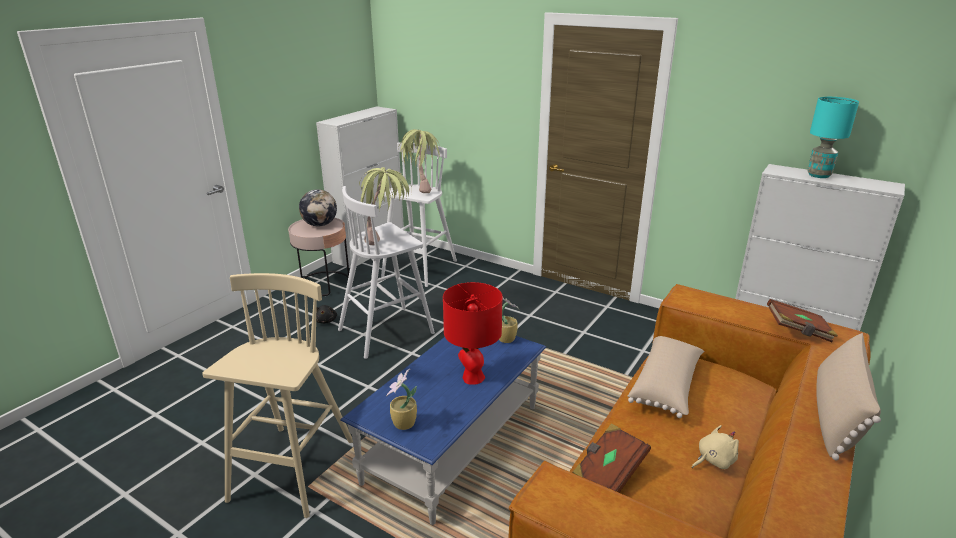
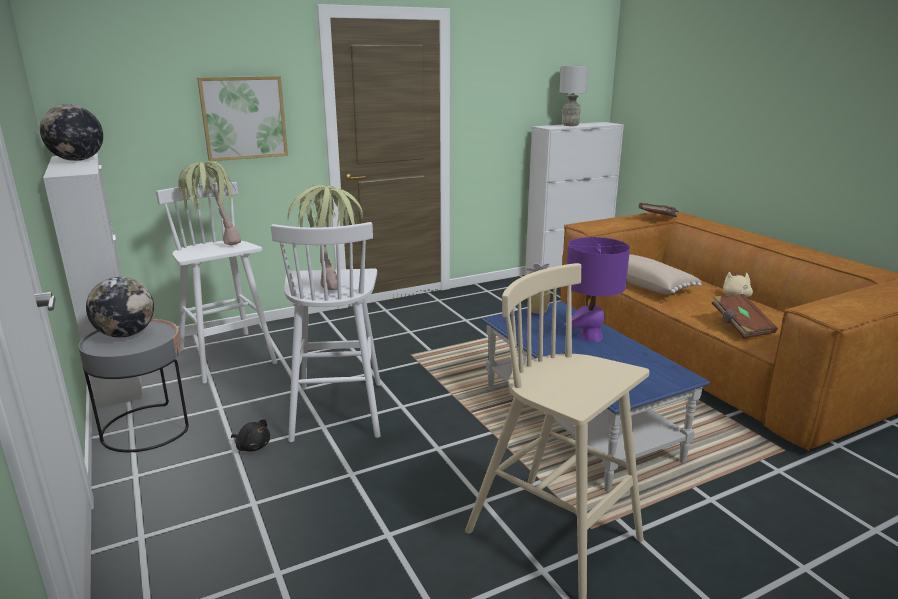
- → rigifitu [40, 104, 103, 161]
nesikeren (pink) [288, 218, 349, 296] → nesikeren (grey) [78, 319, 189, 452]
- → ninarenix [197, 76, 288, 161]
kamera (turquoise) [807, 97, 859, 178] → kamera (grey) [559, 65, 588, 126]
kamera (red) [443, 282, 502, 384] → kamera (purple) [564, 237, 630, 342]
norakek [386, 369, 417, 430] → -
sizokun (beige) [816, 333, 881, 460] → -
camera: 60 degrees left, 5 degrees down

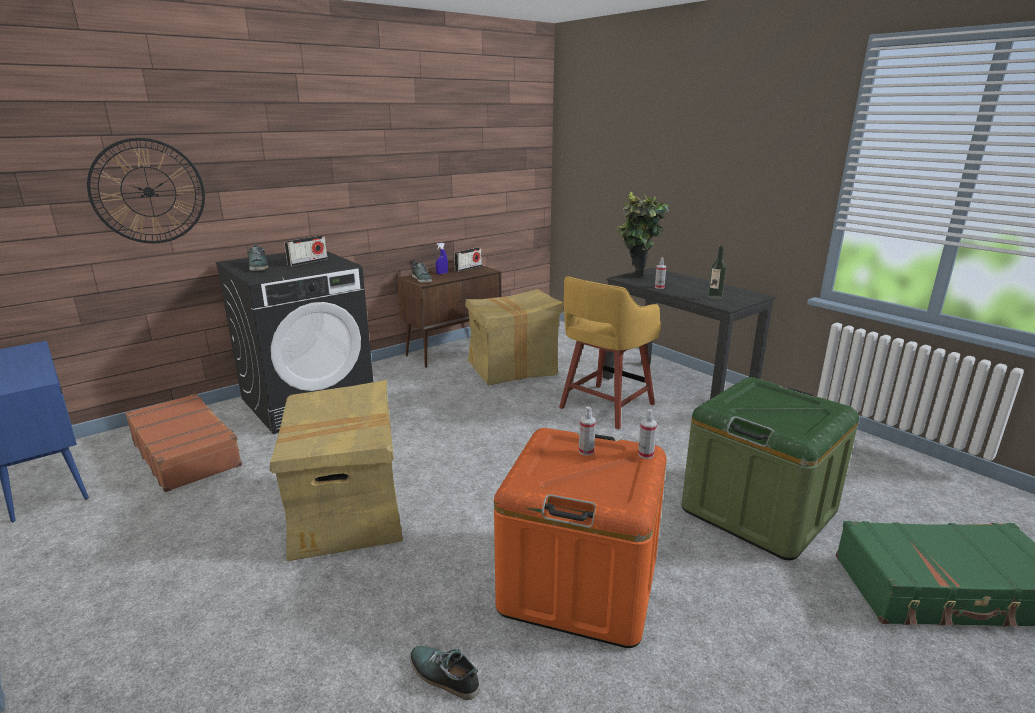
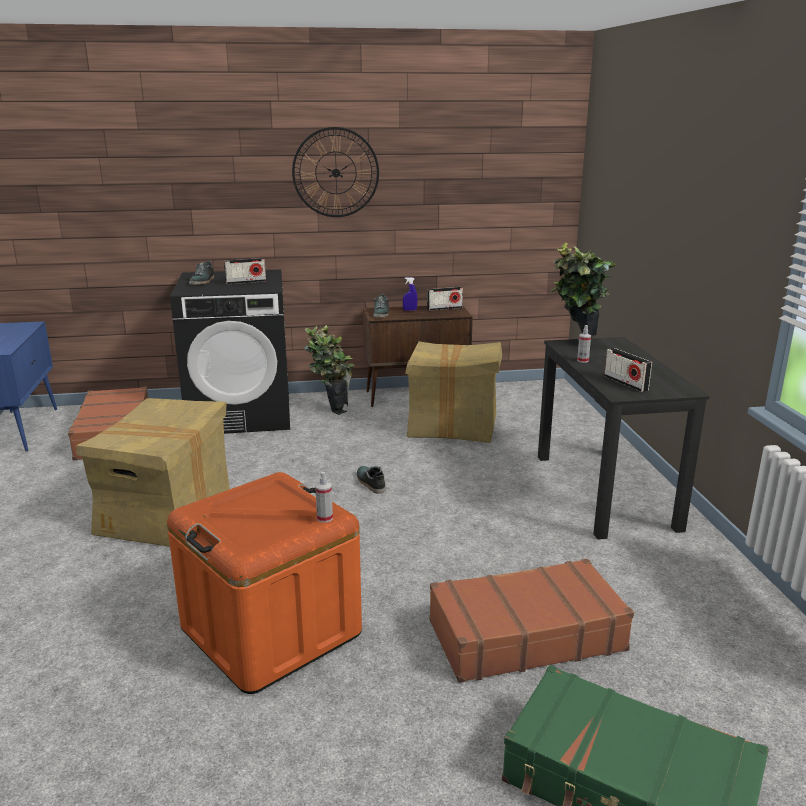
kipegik [87, 138, 205, 243] → kipegik [292, 127, 379, 217], shifted
- → norakek [304, 325, 354, 415]
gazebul [410, 646, 480, 700] → gazebul [357, 466, 385, 494], shifted
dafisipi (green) [682, 377, 859, 561] → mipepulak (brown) [429, 559, 634, 683]
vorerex [708, 246, 726, 300] → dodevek [604, 348, 652, 392]
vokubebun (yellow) [559, 276, 661, 429] → -
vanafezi [579, 407, 596, 456] → -
camera: 30 degrees right, 0 degrees up

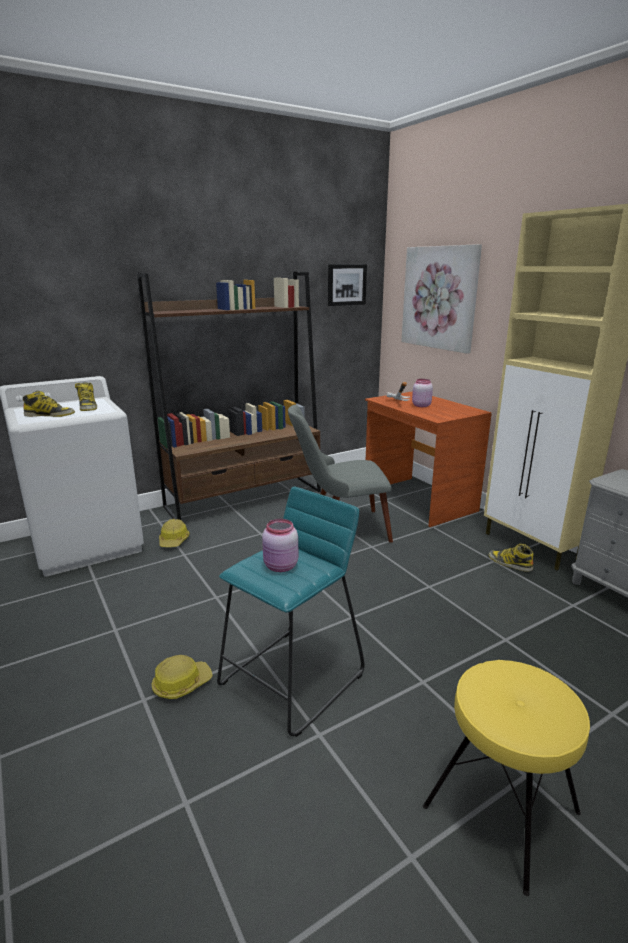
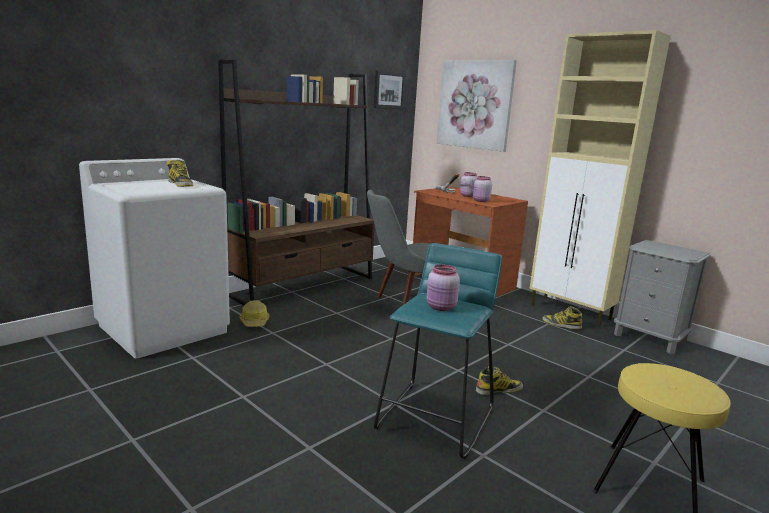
- → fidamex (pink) [473, 176, 492, 202]
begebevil [23, 391, 75, 417] → begebevil [476, 366, 523, 395], shifted
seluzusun [152, 655, 213, 699] → -
camera: 15 degrees left, 5 degrees down

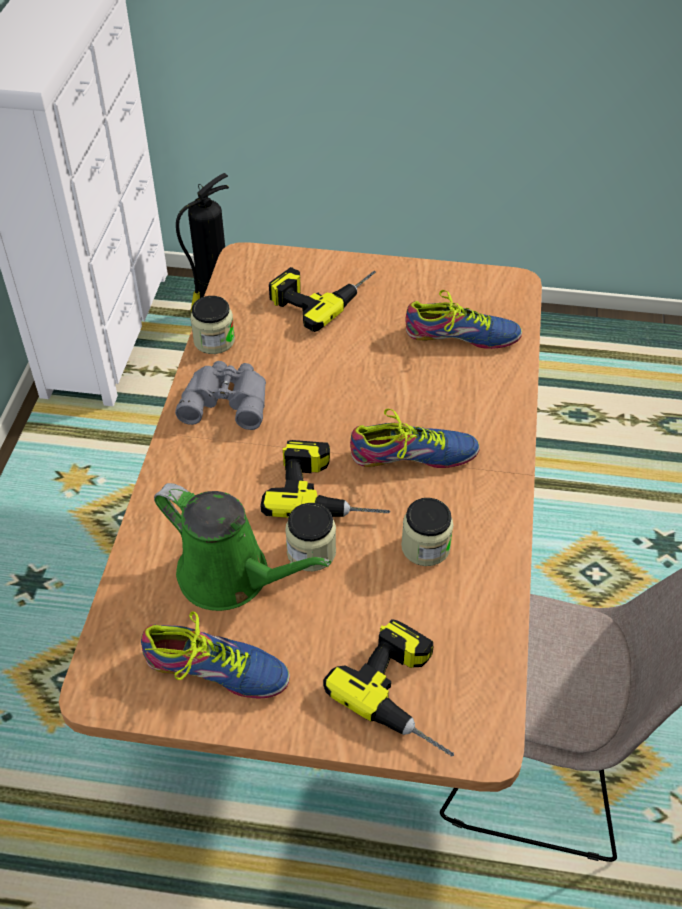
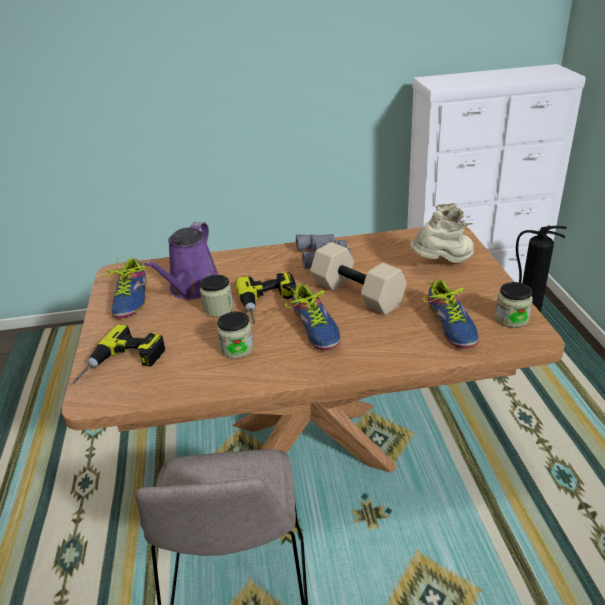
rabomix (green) [154, 483, 331, 611] → rabomix (purple) [144, 222, 219, 299]
- → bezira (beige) [310, 242, 407, 315]
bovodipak [269, 267, 376, 332] → begebevil (beige) [410, 203, 474, 263]
fidamex [190, 296, 235, 354] → fidamex [495, 282, 533, 328], shifted
camera: 75 degrees right, 15 degrees down

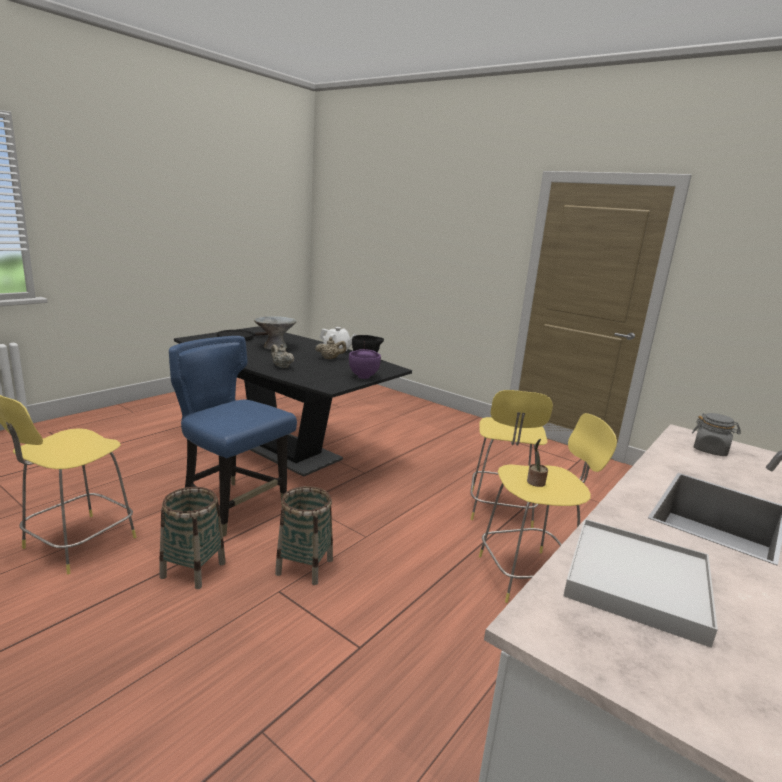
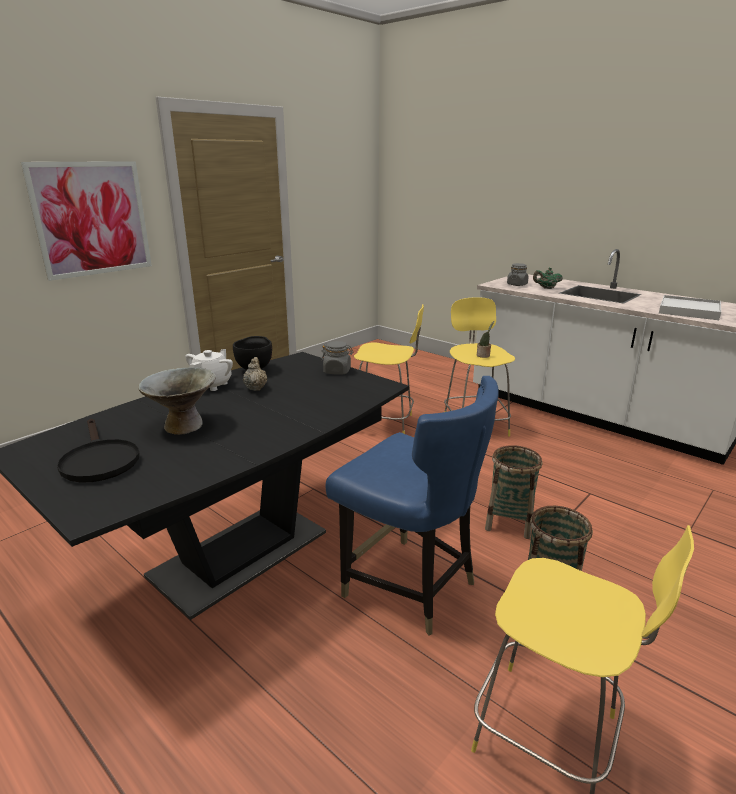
- → ninarenix [21, 161, 152, 281]
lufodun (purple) [349, 349, 381, 379] → fidamex (grey) [321, 341, 353, 375]
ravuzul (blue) [169, 336, 297, 537] → ravuzul (blue) [325, 376, 499, 635], 90 degrees counterclockwise
- → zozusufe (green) [533, 268, 563, 289]
zozusufe (beige) [271, 344, 294, 368] → -
camera: 85 degrees left, 5 degrees up

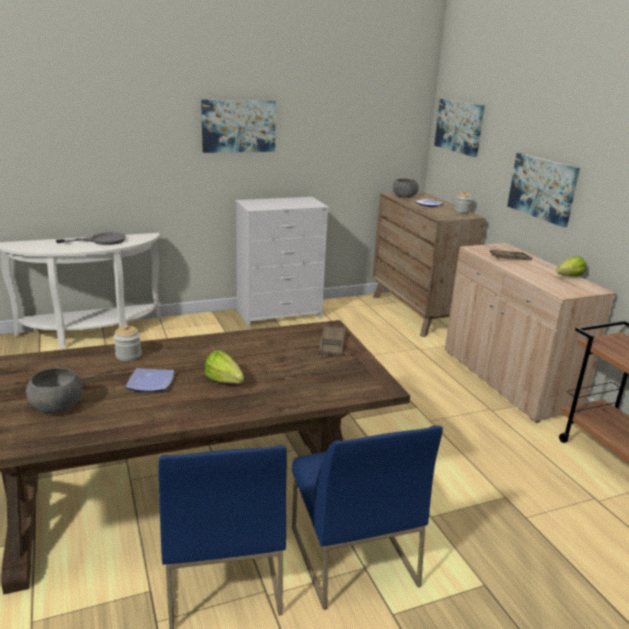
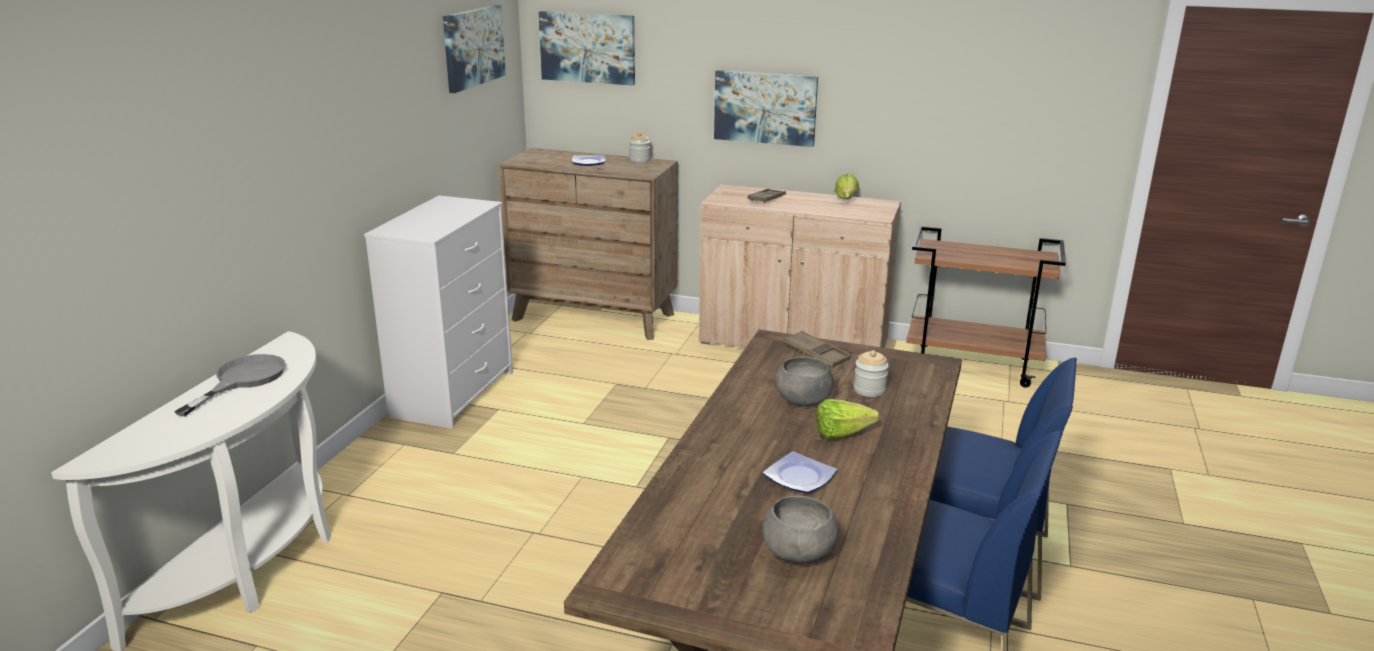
ninarenix [201, 99, 276, 153] → ninarenix [443, 5, 506, 93], shifted
lufodun (grey) [393, 179, 419, 198] → lufodun (grey) [775, 356, 834, 406], shifted
fidamex [114, 325, 142, 361] → fidamex [854, 350, 889, 397], shifted
camera: 50 degrees left, 0 degrees up

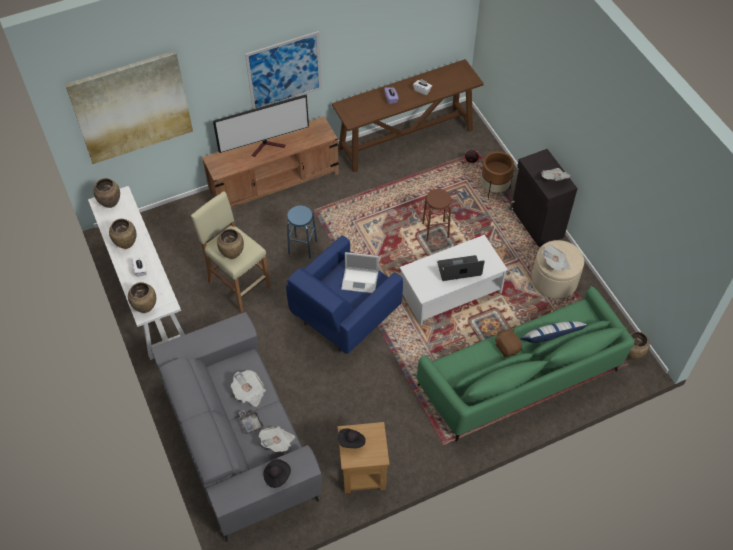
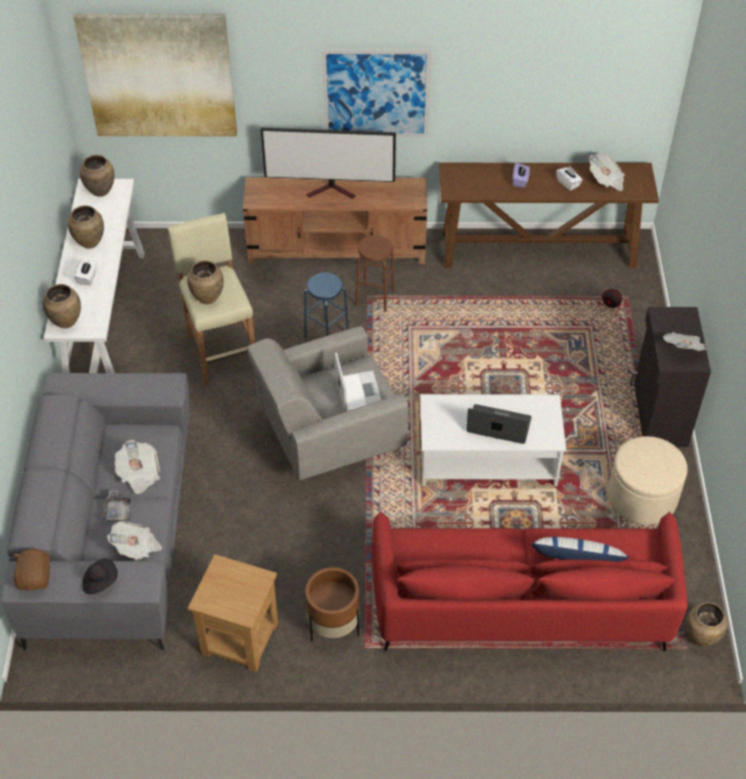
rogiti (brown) [495, 328, 522, 357] → rogiti (brown) [13, 548, 50, 591], shifted
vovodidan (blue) [286, 235, 403, 354] → vovodidan (grey) [247, 326, 408, 481]
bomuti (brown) [481, 151, 514, 199] → bomuti (brown) [305, 567, 360, 641], shifted
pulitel [341, 252, 379, 293] → pulitel [335, 352, 381, 412], 135 degrees counterclockwise
vokubebun (brown) [422, 189, 451, 241] → vokubebun (brown) [356, 235, 395, 312], shifted
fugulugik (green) [417, 286, 635, 441] → fugulugik (red) [372, 511, 688, 651]
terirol [542, 245, 571, 271] → terirol [589, 153, 625, 191], shifted
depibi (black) [338, 428, 366, 448] → -
camera: 25 degrees right, 5 degrees down

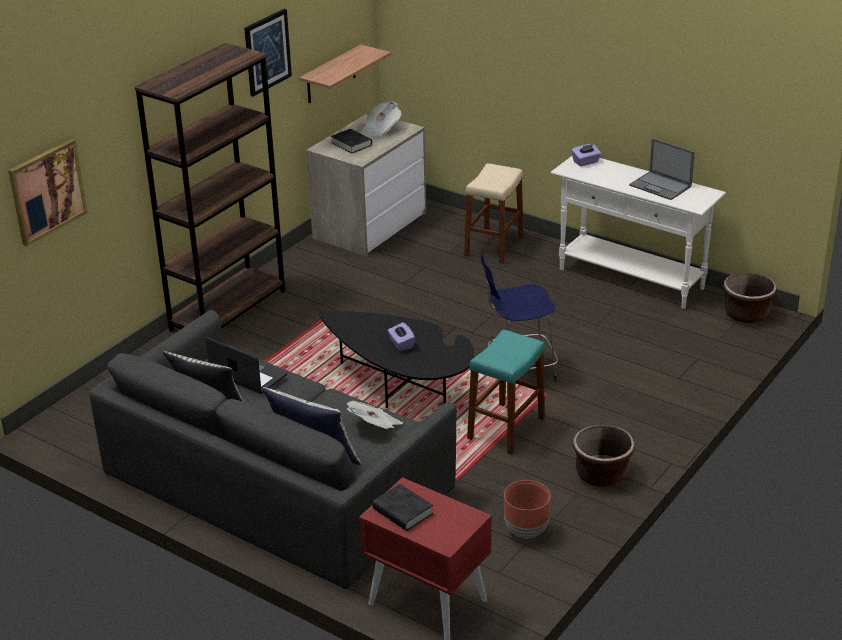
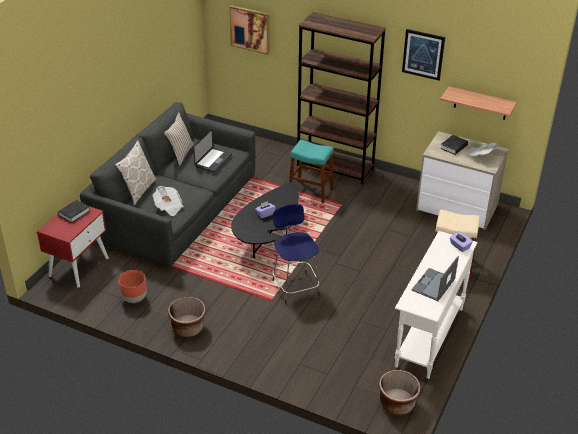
vokubebun (turquoise) [467, 330, 545, 455] → vokubebun (turquoise) [289, 139, 334, 204], shifted
camera: 80 degrees right, 5 degrees up

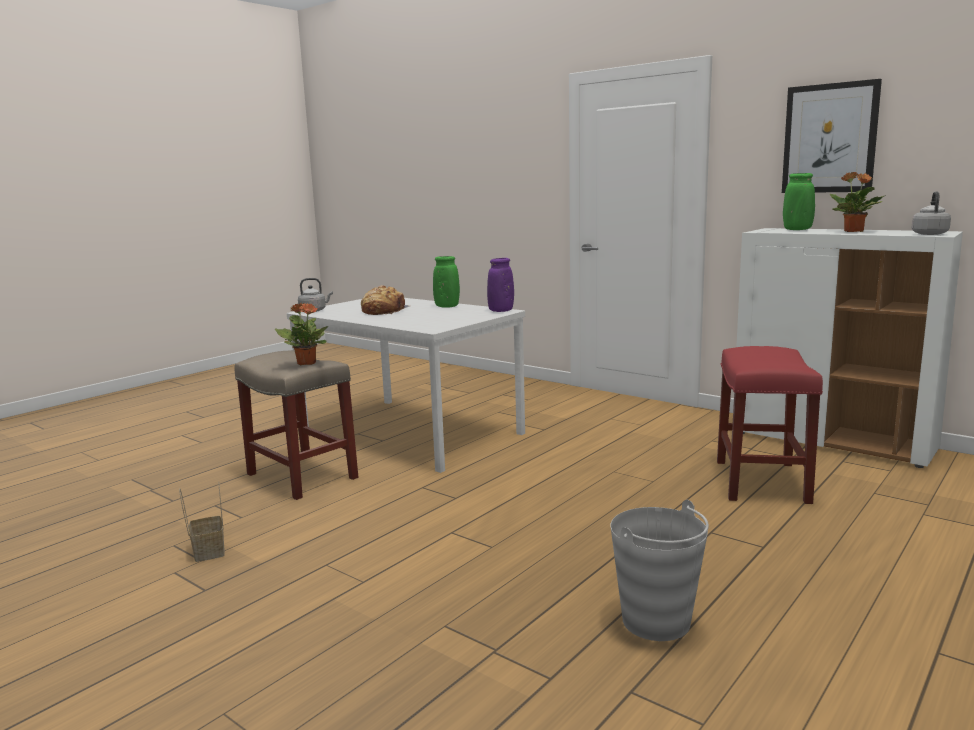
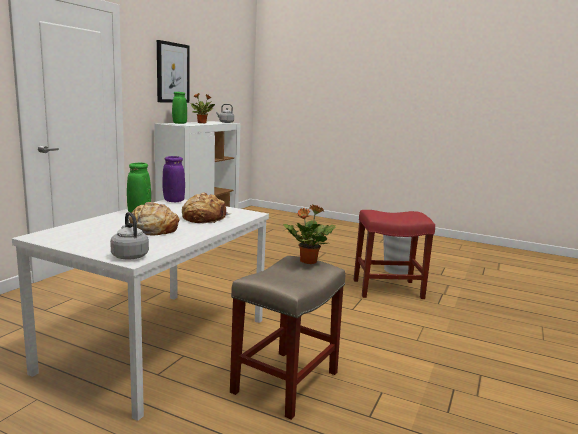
- → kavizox [182, 193, 231, 223]
vokubebun (red) [717, 346, 823, 504] → vokubebun (red) [354, 210, 435, 299], shifted
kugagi [179, 482, 225, 562] → -
camera: 105 degrees left, 0 degrees up

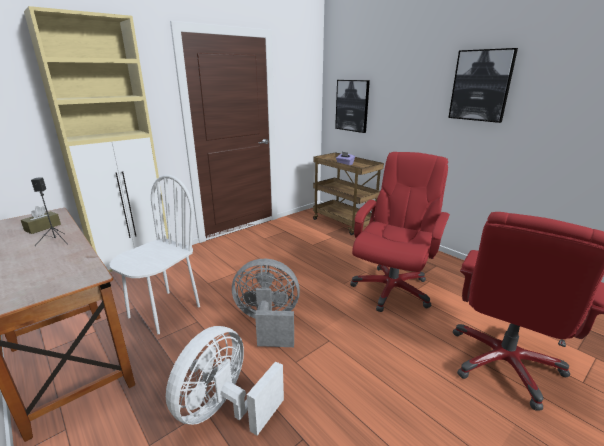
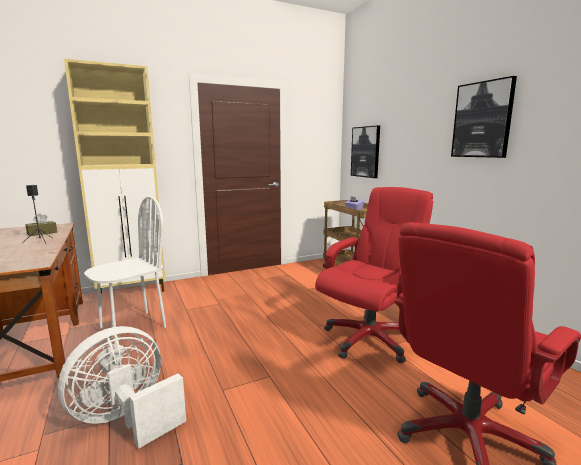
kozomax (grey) [232, 259, 300, 347] → -
camera: 15 degrees right, 10 degrees down

